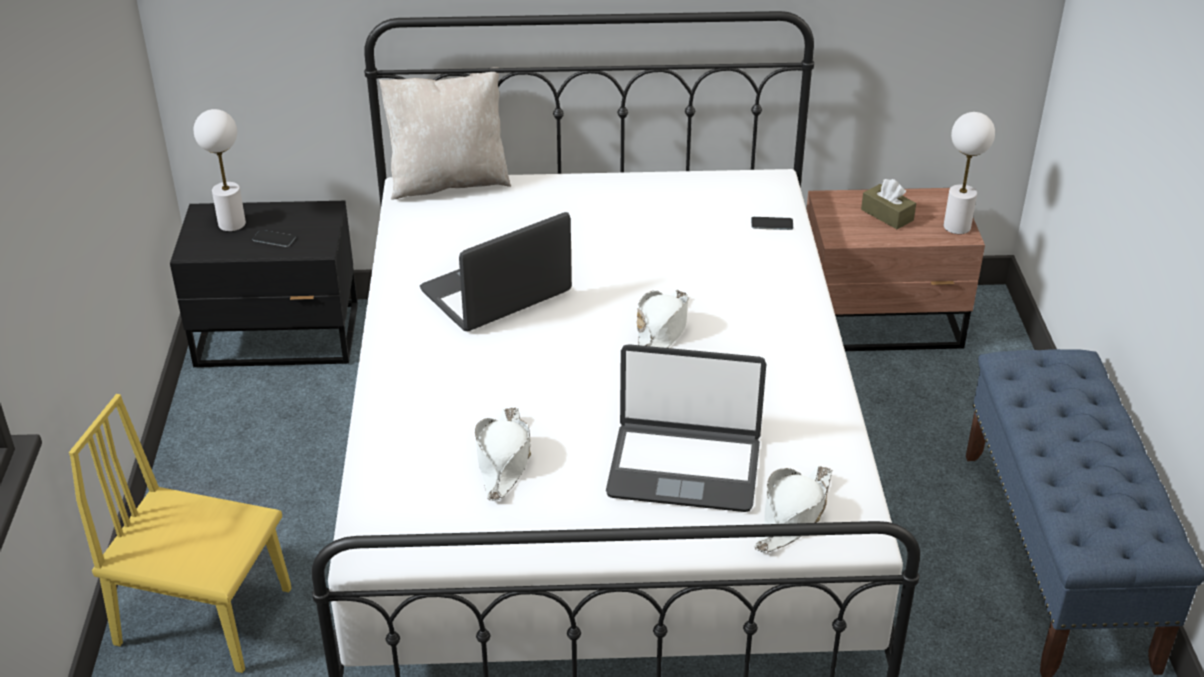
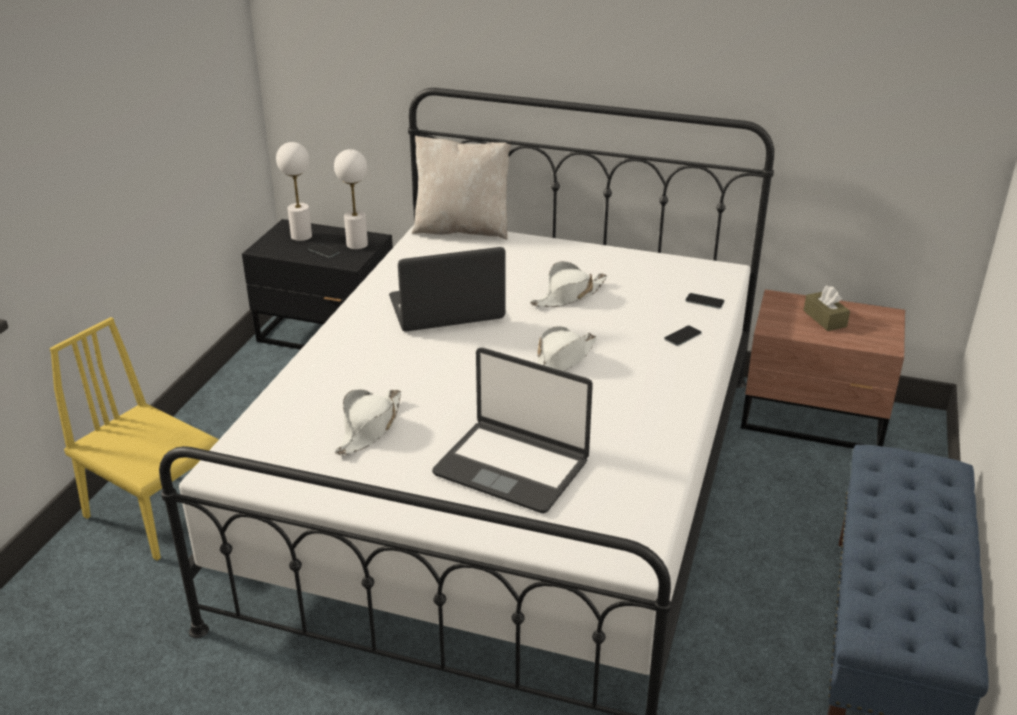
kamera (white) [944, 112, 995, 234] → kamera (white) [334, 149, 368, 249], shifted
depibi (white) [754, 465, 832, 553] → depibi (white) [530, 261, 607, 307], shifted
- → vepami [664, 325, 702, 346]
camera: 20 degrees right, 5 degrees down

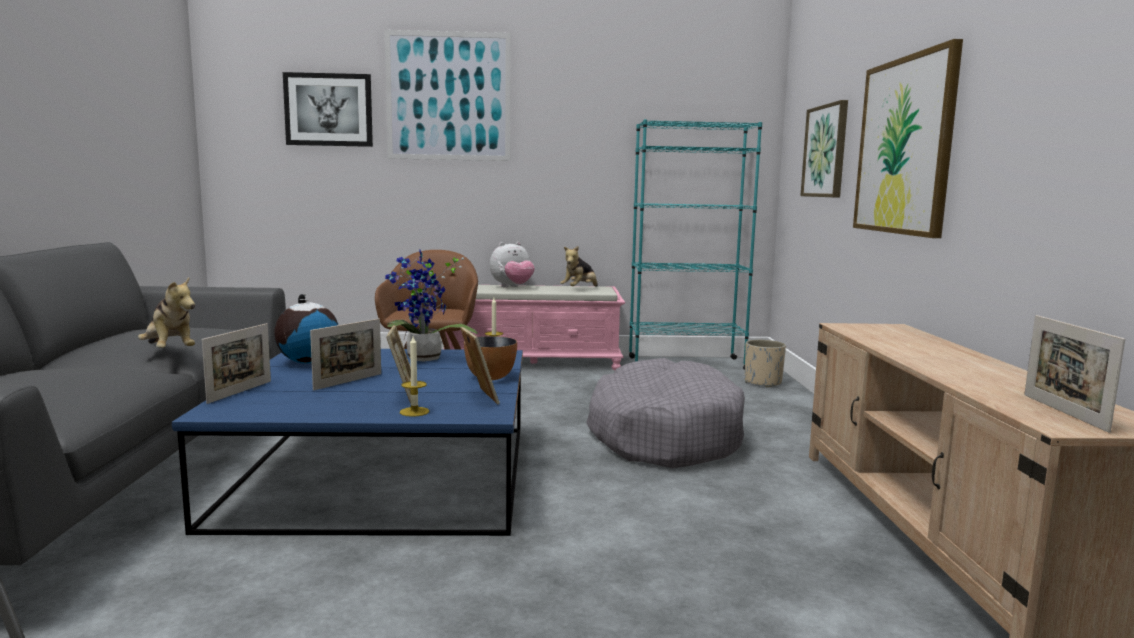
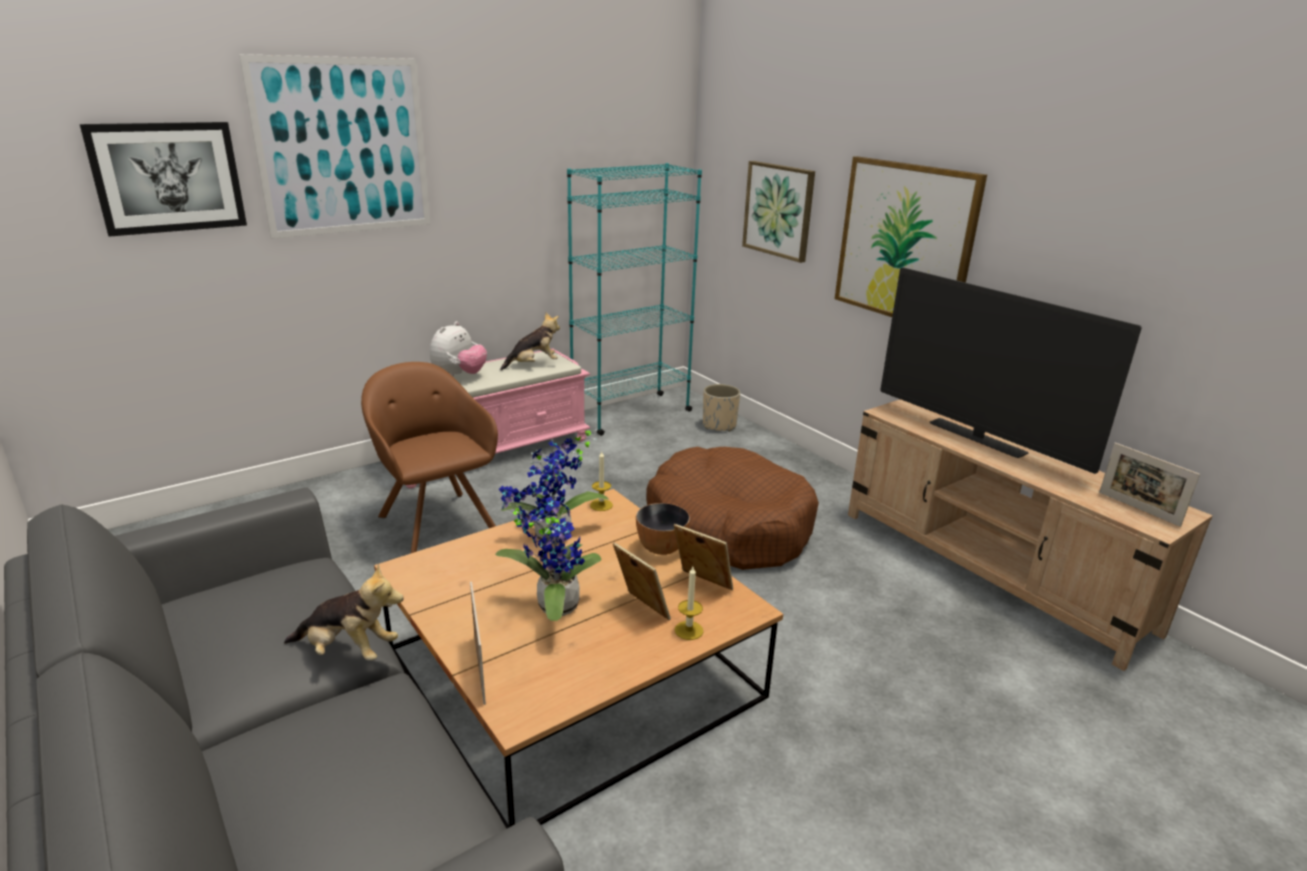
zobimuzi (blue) [172, 349, 523, 536] → zobimuzi (brown) [374, 489, 783, 829]
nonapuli [310, 319, 381, 390] → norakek [495, 486, 601, 621]
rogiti [560, 246, 598, 287] → rogiti [500, 312, 560, 370], 120 degrees counterclockwise
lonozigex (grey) [586, 358, 745, 468] → lonozigex (brown) [646, 447, 819, 570]
- → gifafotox [880, 267, 1142, 474]
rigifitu [274, 294, 338, 364] → -
camera: 35 degrees left, 15 degrees up

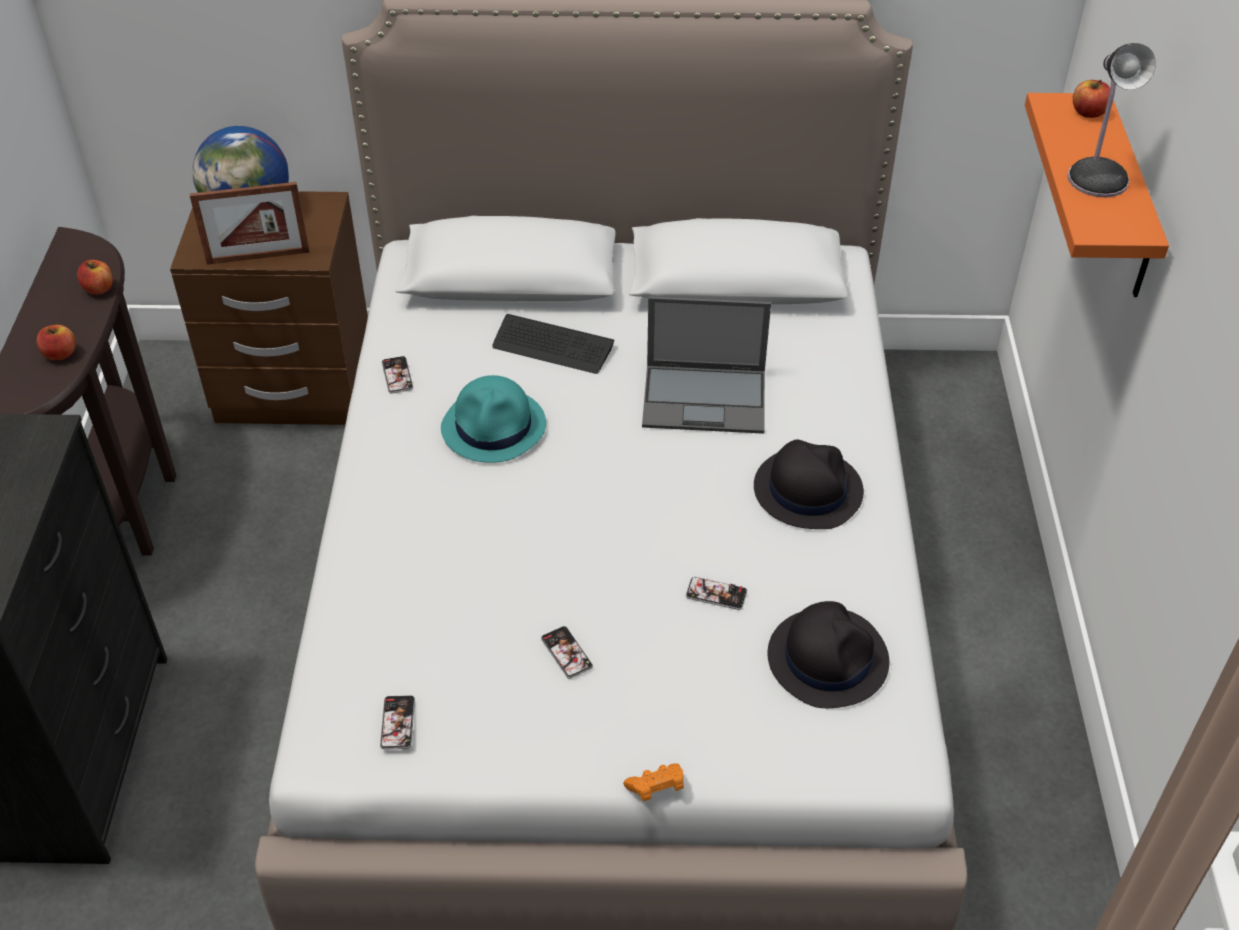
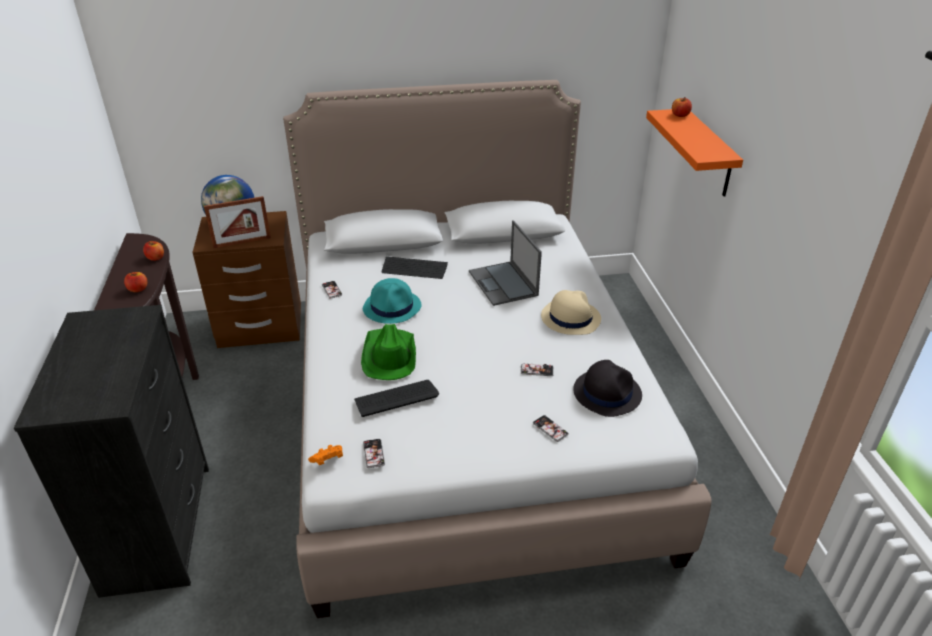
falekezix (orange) [623, 763, 684, 801] → falekezix (orange) [308, 445, 343, 465], shifted
- → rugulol [354, 380, 439, 417]
- → depibi (green) [361, 324, 416, 380]
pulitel [642, 297, 771, 434] → pulitel [469, 220, 542, 306], 75 degrees clockwise
vepami [541, 626, 593, 679] → vepami [533, 415, 569, 442], shifted
depibi (black) [754, 439, 864, 529] → depibi (beige) [541, 290, 601, 335]
kamera [1068, 43, 1156, 197] → -
camera: 10 degrees left, 10 degrees down

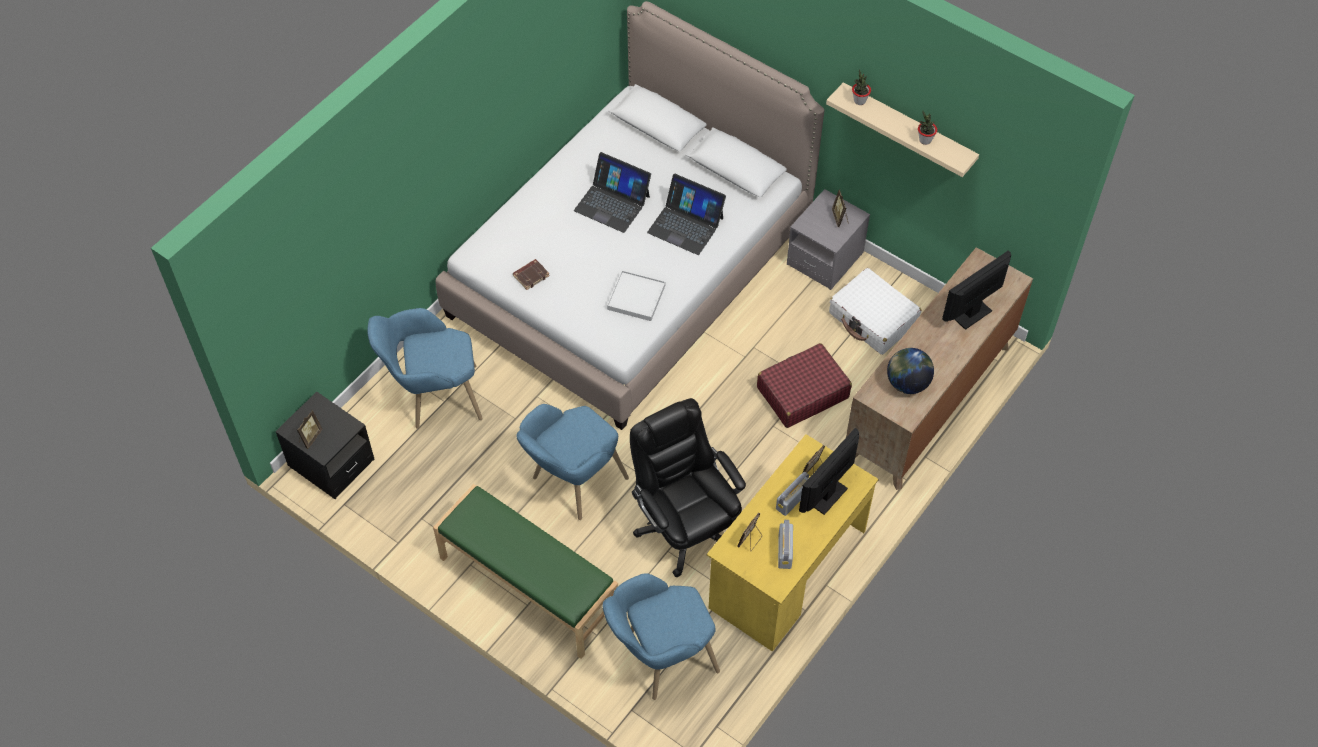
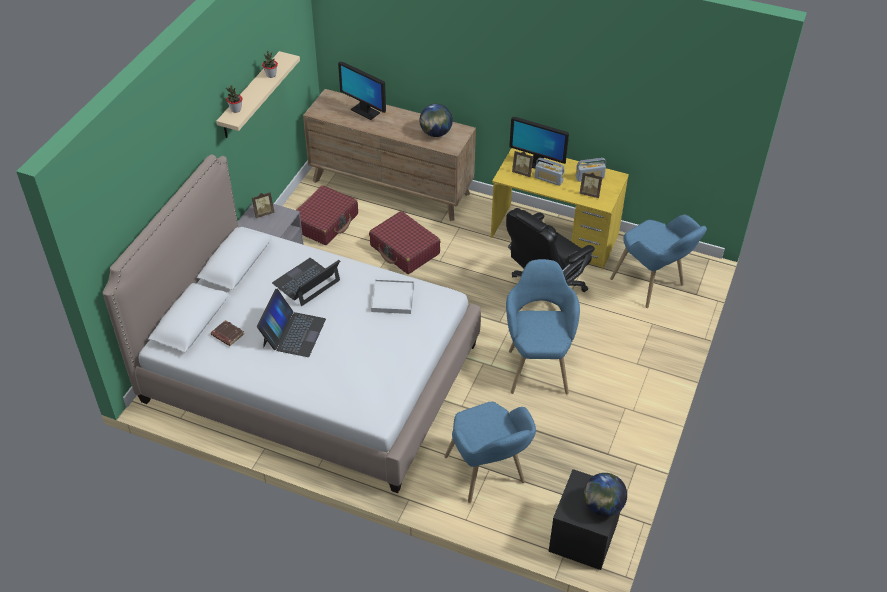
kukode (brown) [513, 259, 550, 290] → kukode (brown) [211, 320, 244, 346], shifted
pulitel [647, 174, 726, 255] → pulitel [272, 258, 340, 306], 150 degrees counterclockwise
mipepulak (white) [829, 268, 921, 355] → mipepulak (red) [297, 185, 358, 245]
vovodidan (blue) [517, 404, 629, 520] → vovodidan (blue) [506, 259, 580, 394], 120 degrees counterclockwise
nonapuli [297, 410, 322, 449] → rigifitu [584, 473, 627, 517]
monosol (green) [433, 484, 618, 659] → -
camera: 105 degrees left, 10 degrees down

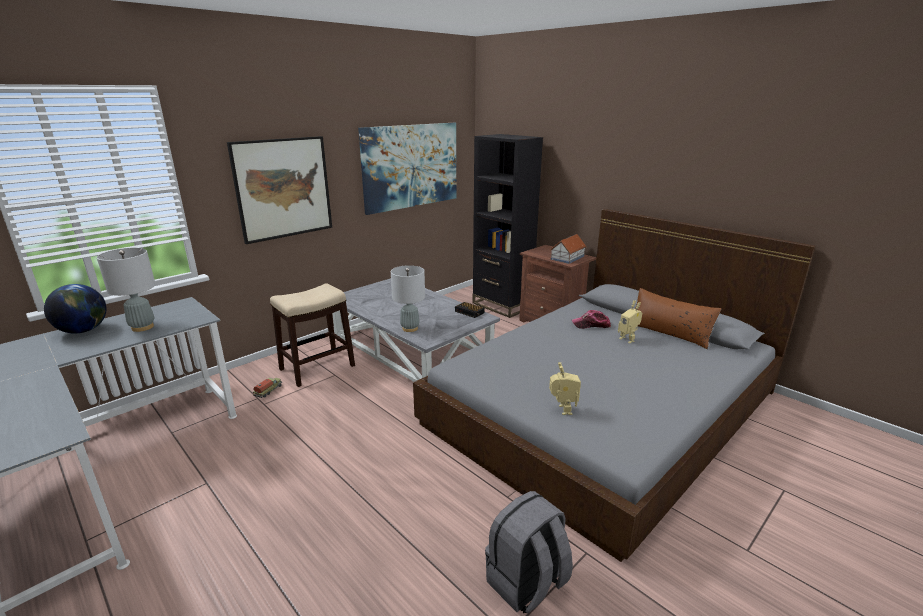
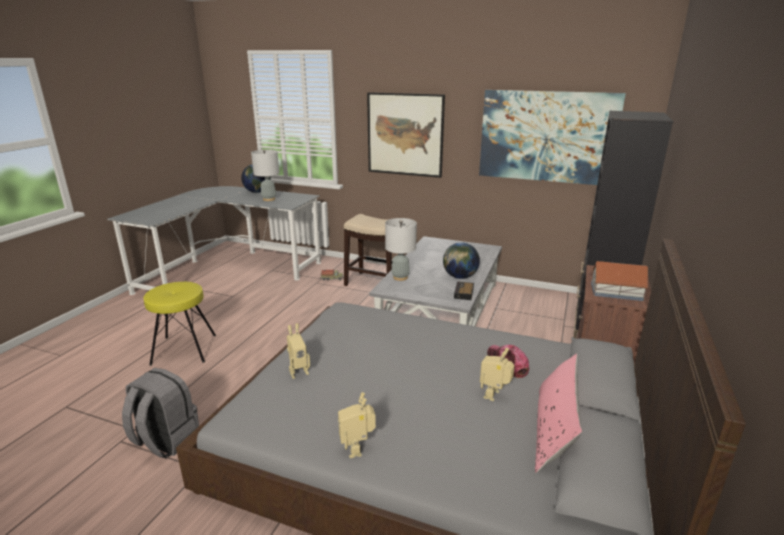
- → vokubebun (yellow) [144, 282, 216, 366]
- → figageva [338, 392, 376, 458]
- → rigifitu [443, 242, 480, 279]
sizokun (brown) [635, 288, 721, 349] → sizokun (pink) [535, 354, 583, 473]
camera: 65 degrees right, 0 degrees up

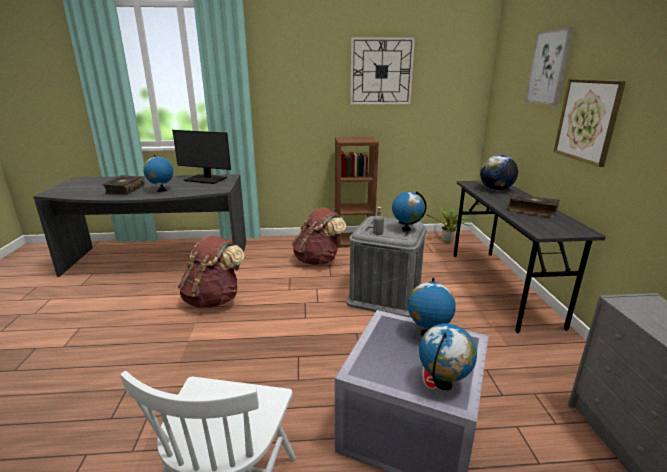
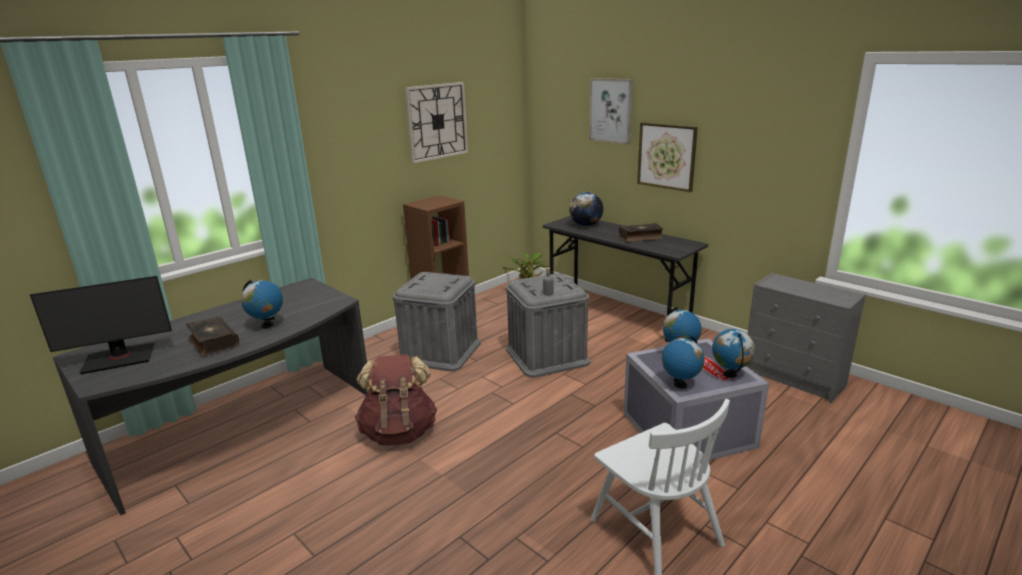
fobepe [172, 130, 231, 184] → fobepe [30, 276, 172, 374], shifted
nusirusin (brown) [292, 207, 347, 265] → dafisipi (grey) [393, 272, 481, 372]
rigifitu [392, 191, 427, 231] → rigifitu [662, 336, 705, 389], shifted
camera: 40 degrees left, 0 degrees up

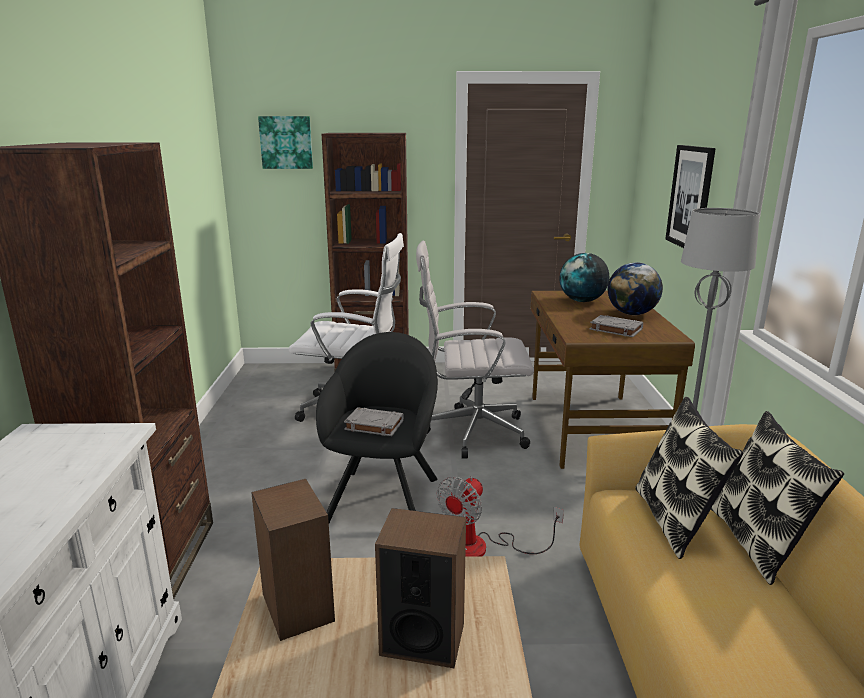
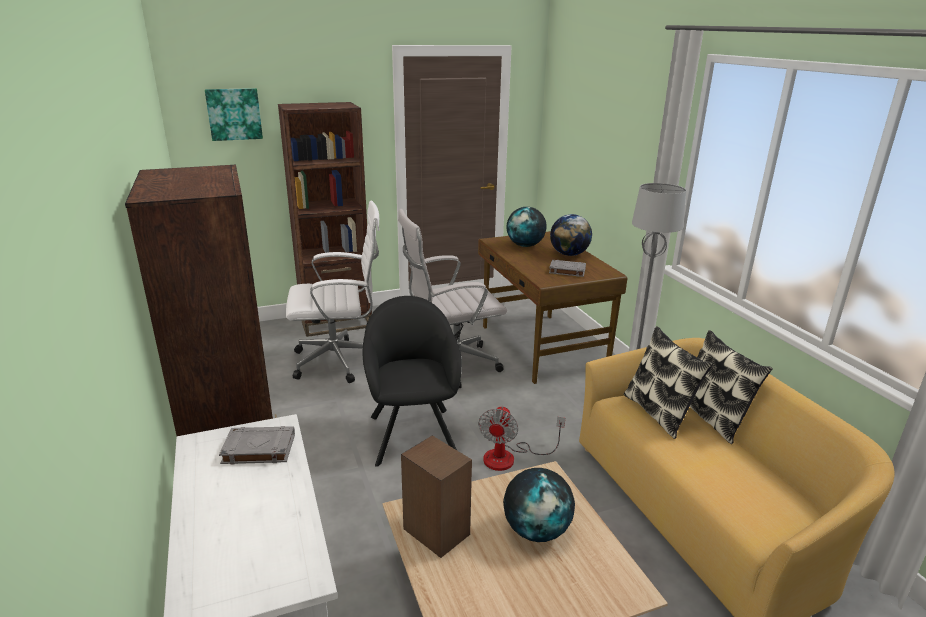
kukode (grey) [344, 407, 404, 436] → kukode (grey) [219, 426, 295, 464], shifted
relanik [375, 508, 466, 668] → rigifitu [503, 468, 575, 542]
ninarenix [665, 145, 716, 248] → -
camera: 20 degrees left, 5 degrees up

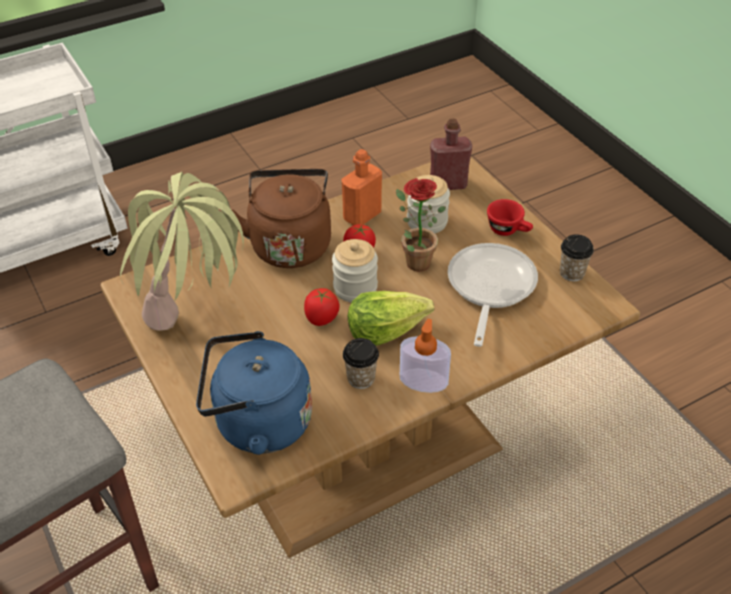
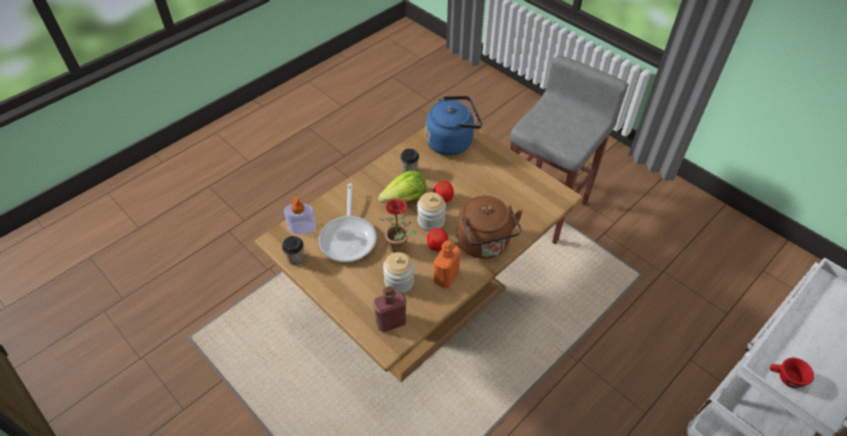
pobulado [400, 319, 451, 393] → pobulado [284, 197, 316, 234], shifted
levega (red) [487, 199, 533, 236] → levega (red) [770, 358, 814, 388], shifted
norakek [120, 172, 244, 331] → -
camera: 165 degrees right, 5 degrees up

